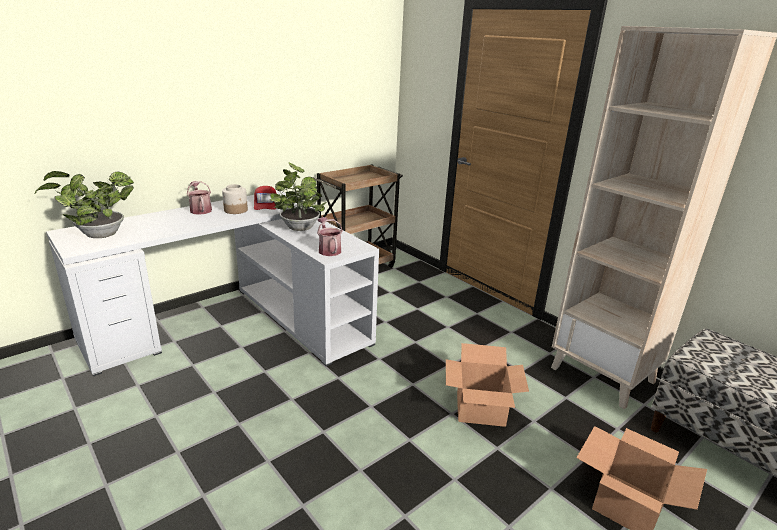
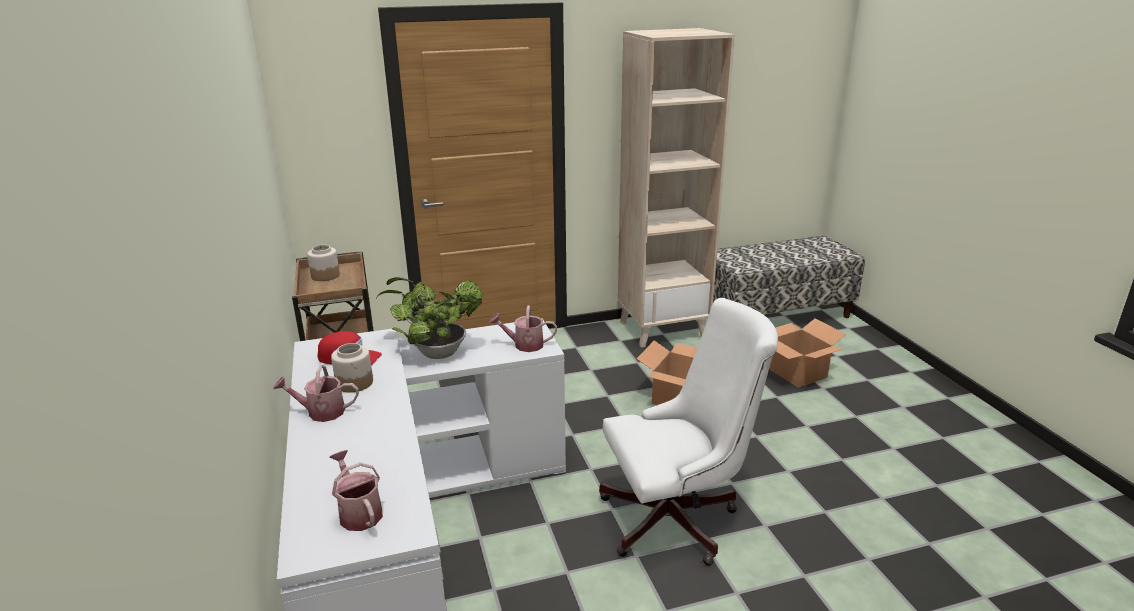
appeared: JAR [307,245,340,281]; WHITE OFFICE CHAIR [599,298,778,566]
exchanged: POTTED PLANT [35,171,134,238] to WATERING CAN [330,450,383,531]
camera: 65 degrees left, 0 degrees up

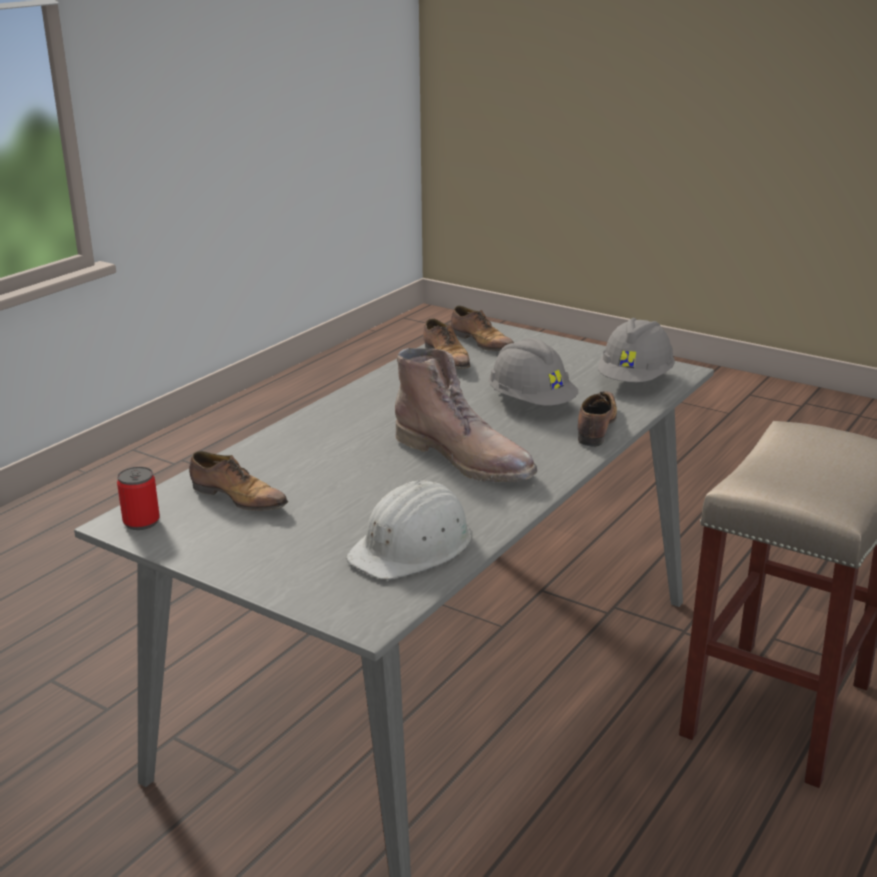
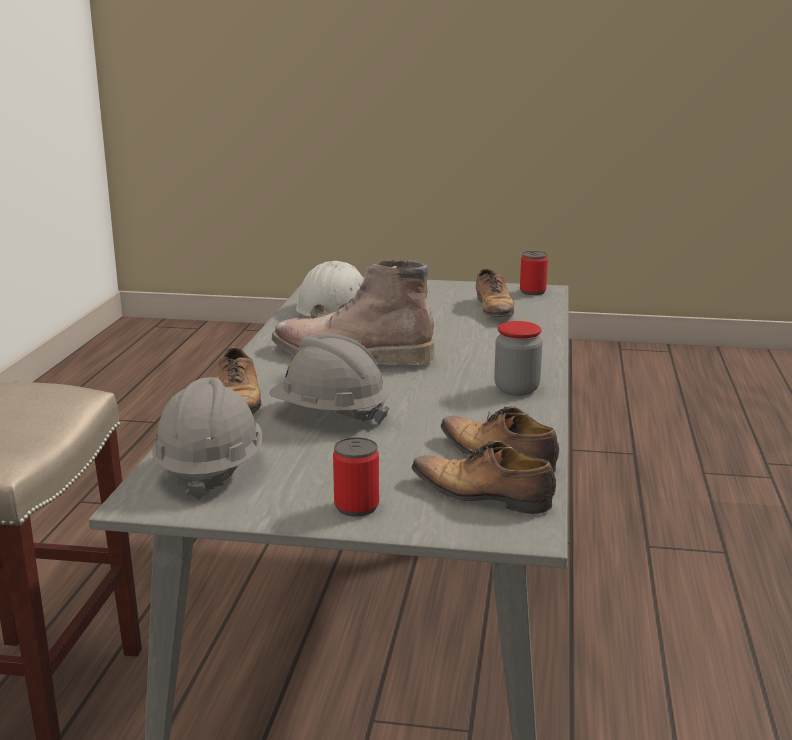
appeared: JAR [494,321,542,396]; CAN [333,437,379,517]
spun: SHOE [189,451,288,511] = [476,269,514,317] 105 degrees counterclockwise
camera: 155 degrees right, 5 degrees down

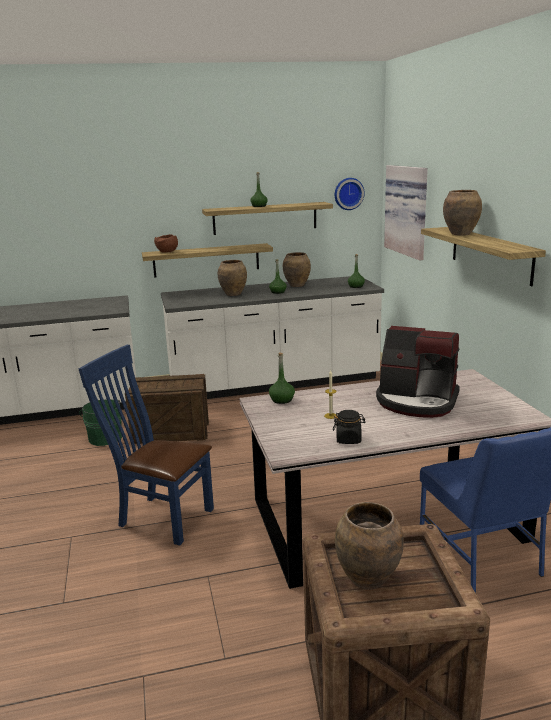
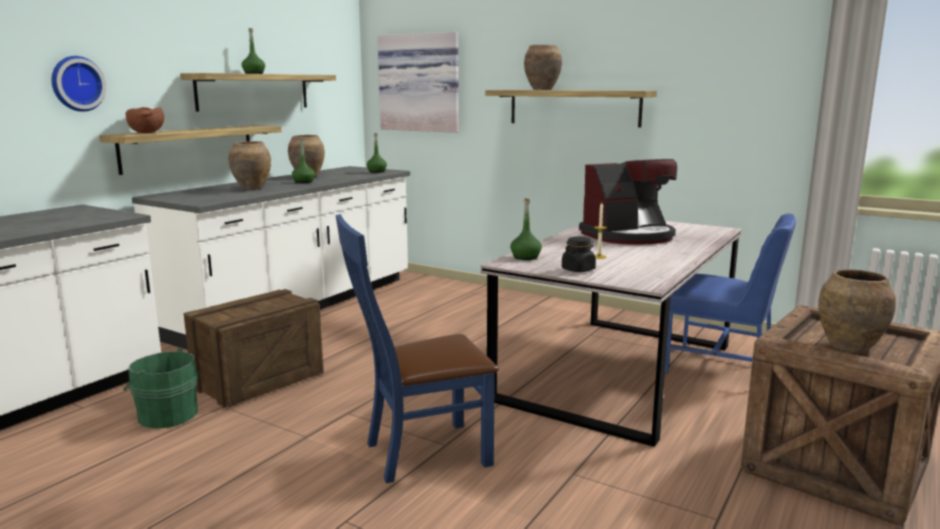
relocated: WALL CLOCK [335,178,365,210] to [51,56,106,112]; BLACK JAR [333,410,366,444] to [562,236,596,272]
camera: 45 degrees left, 5 degrees down

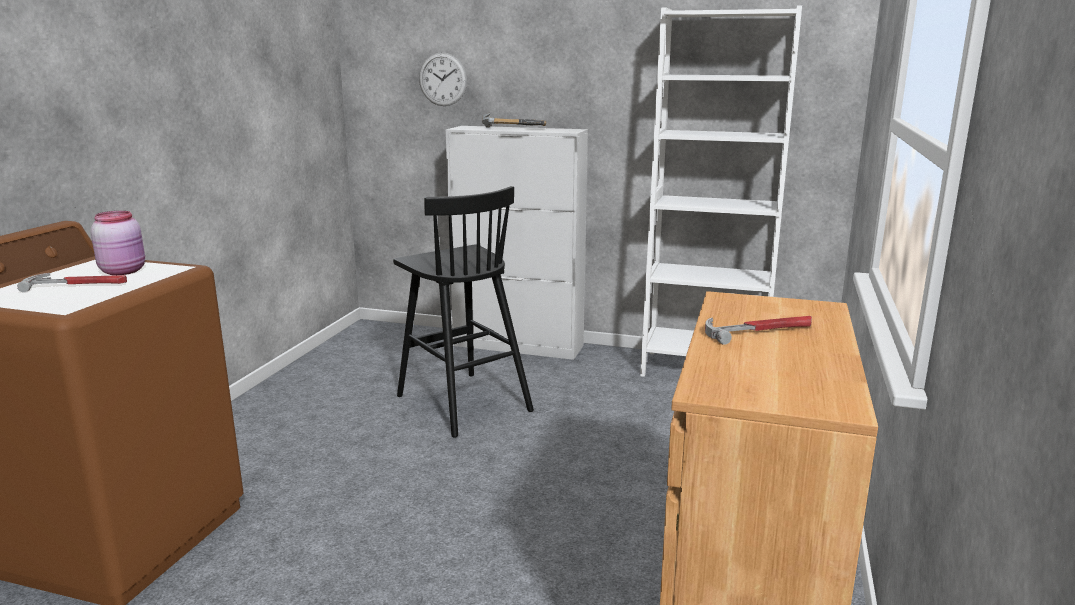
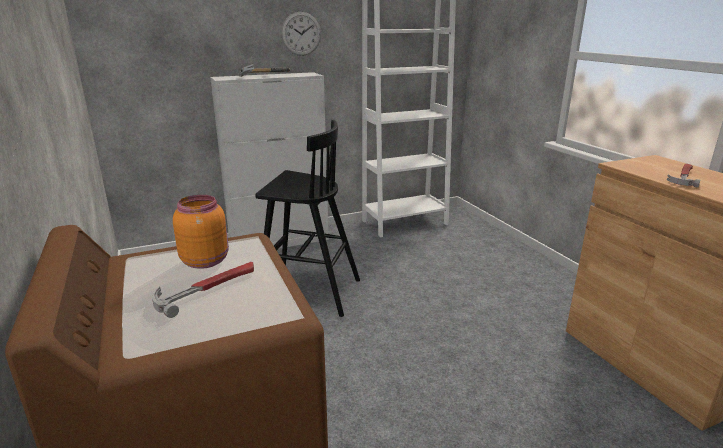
relocated: WALL CLOCK [419,52,467,106] to [281,12,321,56]
colour: PINK JAR [91,211,145,275] to ORANGE JAR [173,195,229,269]
camera: 40 degrees left, 5 degrees up

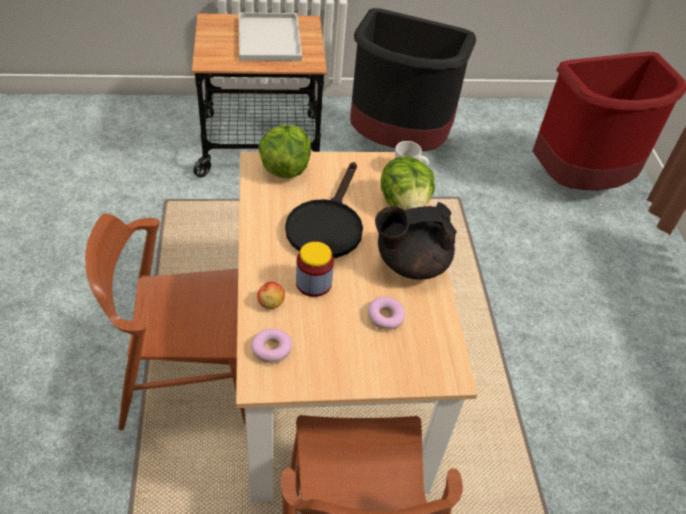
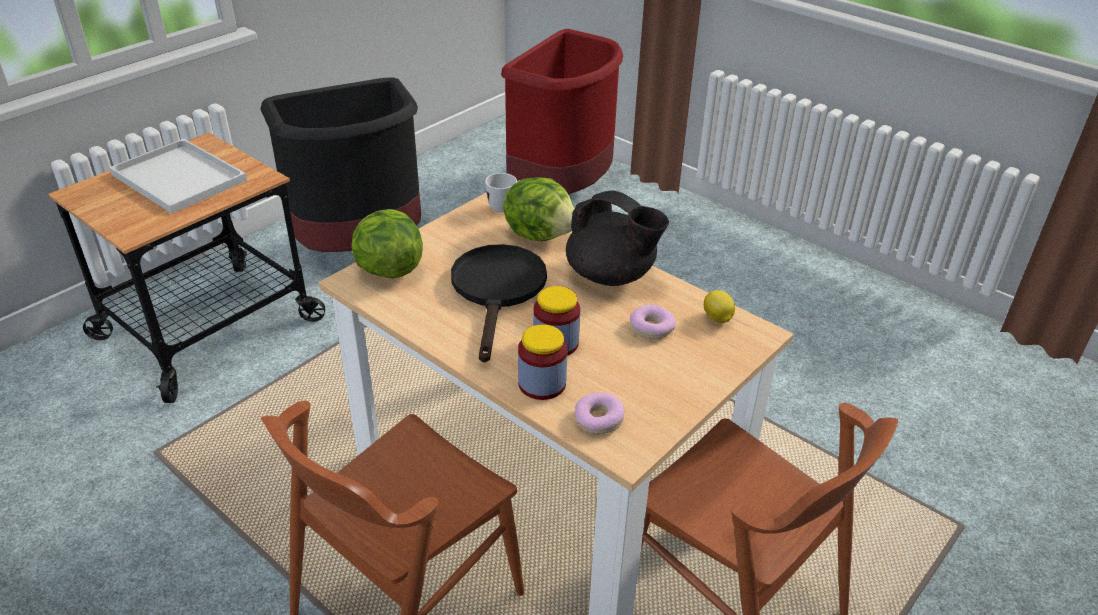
appeared: LEMON [704,290,735,323]
exchanged: APPLE [257,282,285,309] to JAR [518,324,567,400]
spun: BLACK FRYING PAN [285,162,363,258] = [451,244,547,363] 150 degrees counterclockwise; BLACK TEAPOT [375,202,457,280] = [566,191,669,286] 90 degrees counterclockwise
camera: 40 degrees left, 10 degrees down

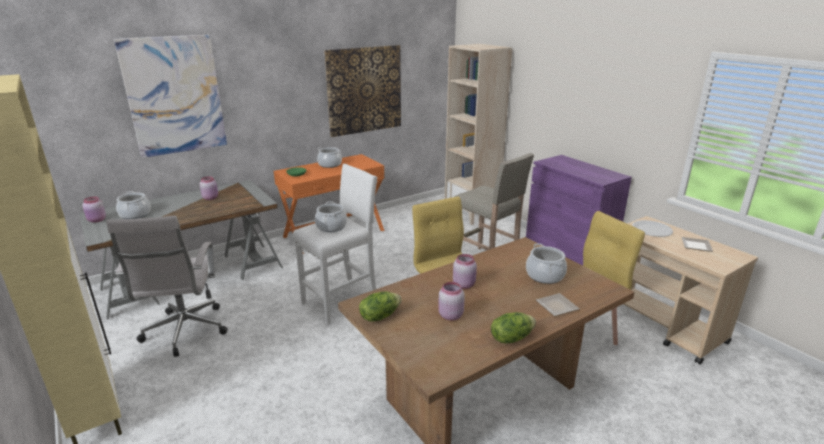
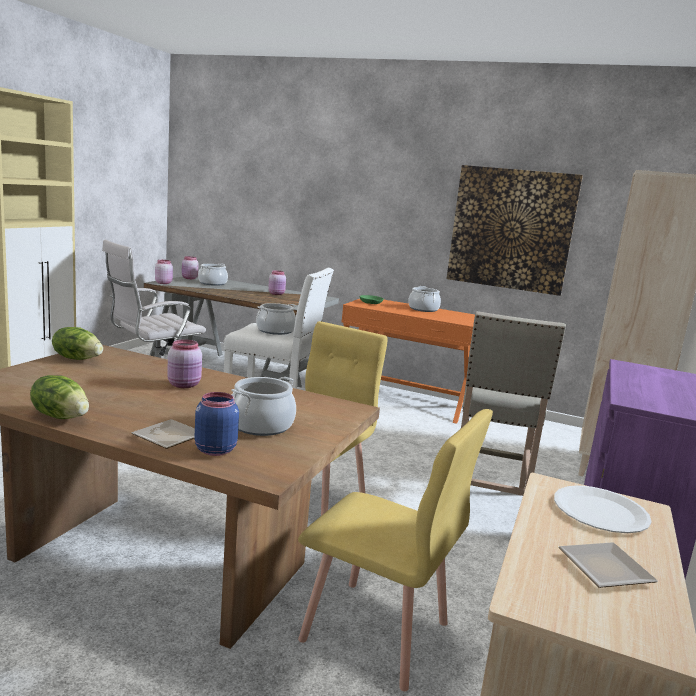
missing: PICTURE [114,35,227,158]
appeared: BLUE JAR [194,392,239,456]
relocated: PINK JAR [438,282,465,320] to [155,260,173,284]
camera: 55 degrees right, 10 degrees down

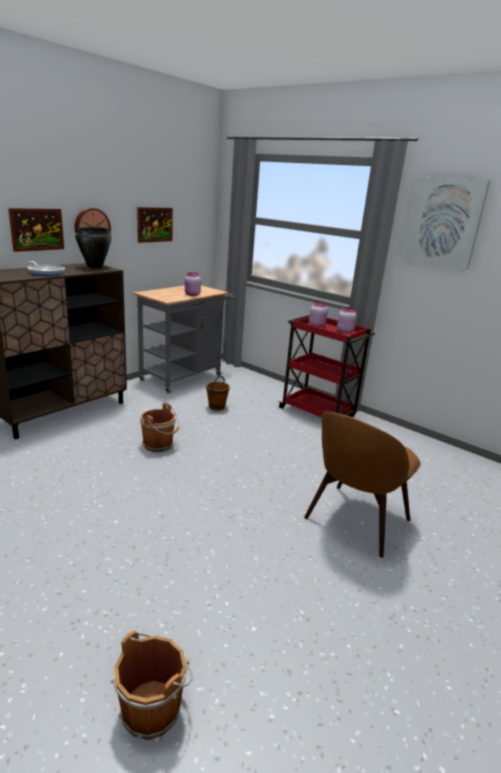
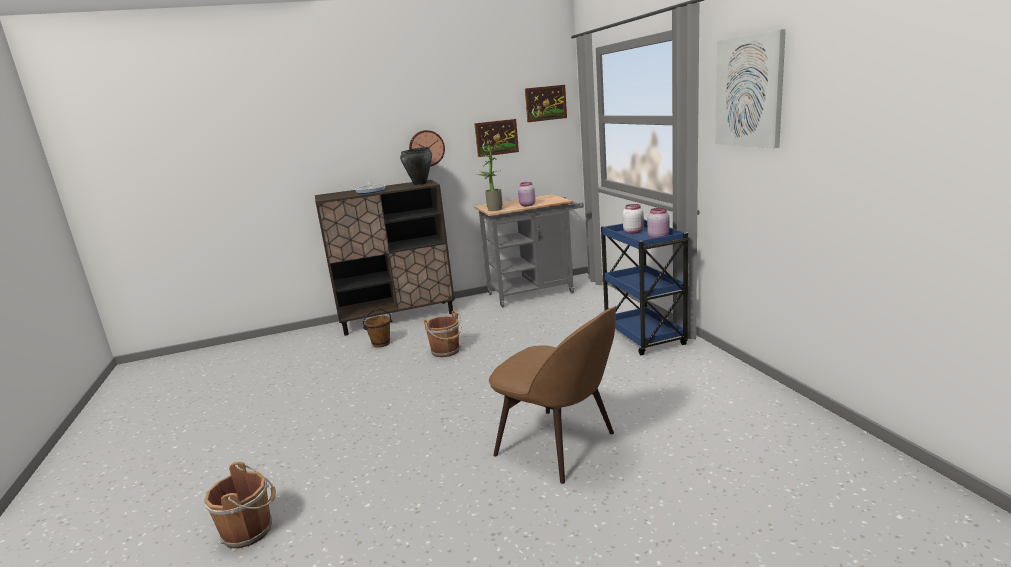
appeared: POTTED PLANT [478,141,503,211]
relocated: PICTURE [8,208,64,252] to [525,85,567,122]; BROWN BUCKET [206,376,230,411] to [363,309,392,348]
colour: PINK JAR [309,302,328,327] to WHITE JAR [623,204,644,234]; RED CART [278,315,375,417] to BLUE CART [601,219,690,355]
spun: BROWN CHAIR [304,411,421,558] = [489,306,617,484] 120 degrees counterclockwise
camera: 35 degrees right, 5 degrees down

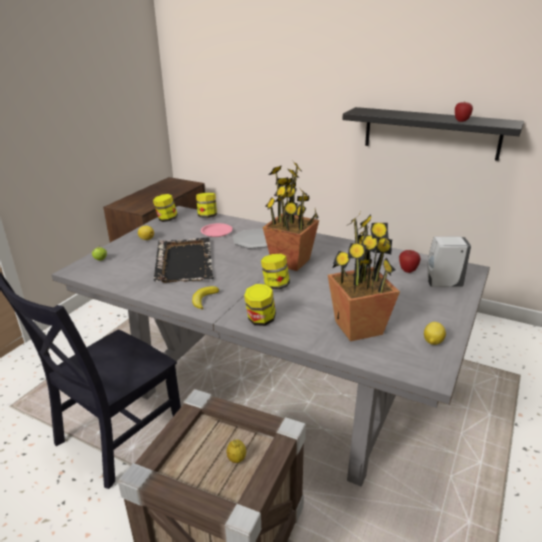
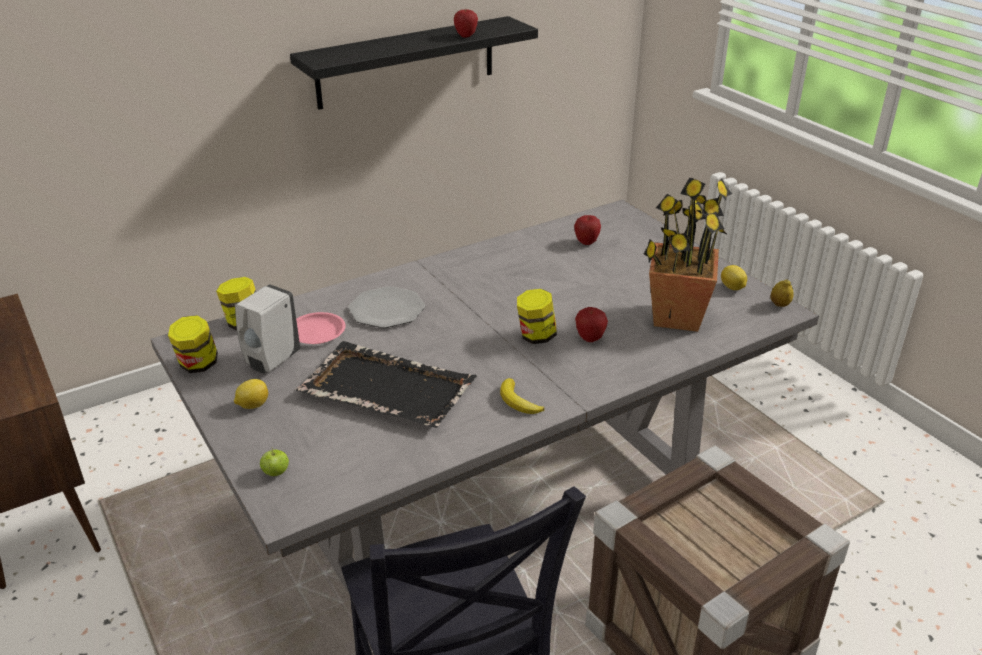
missing: POTTED PLANT [263,163,319,271]; JAR [244,284,276,326]
appeared: APPLE [575,307,608,342]
relocated: WHITE SOAP DISPENSER [428,237,471,287] to [235,284,300,374]; LEMON [227,439,246,463] to [770,280,794,307]
camera: 60 degrees left, 5 degrees up

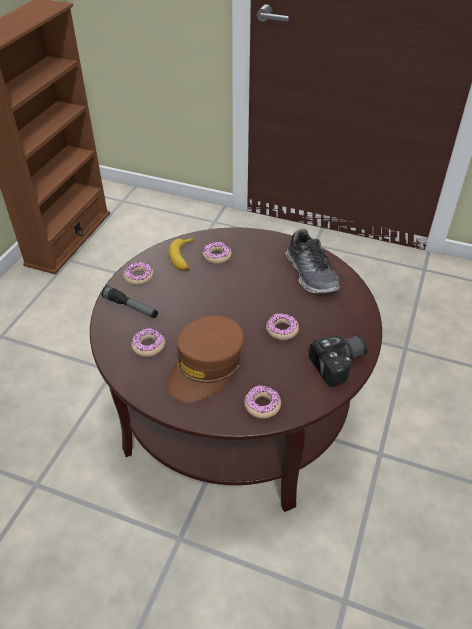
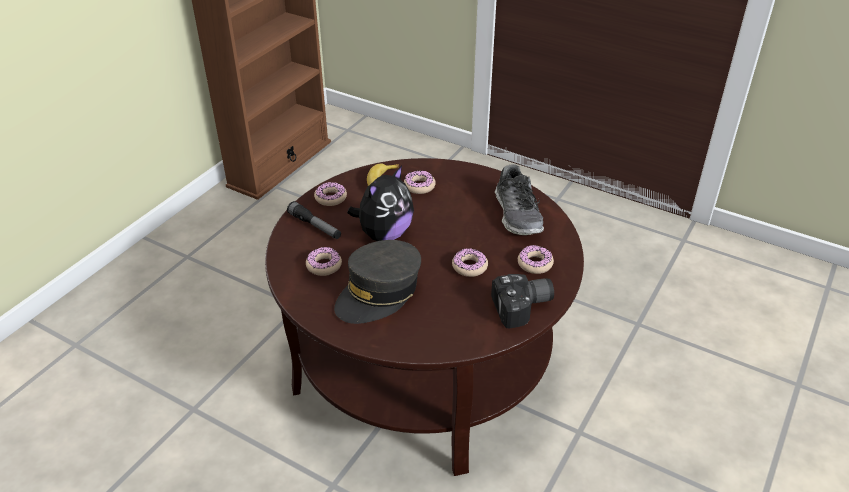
appeared: PLUSH TOY [347,165,414,241]
relocated: DONUT [244,385,281,419] to [518,245,554,274]
colour: BROWN CAP [169,316,244,402] to GREY CAP [334,240,421,324]
camera: 10 degrees right, 5 degrees down

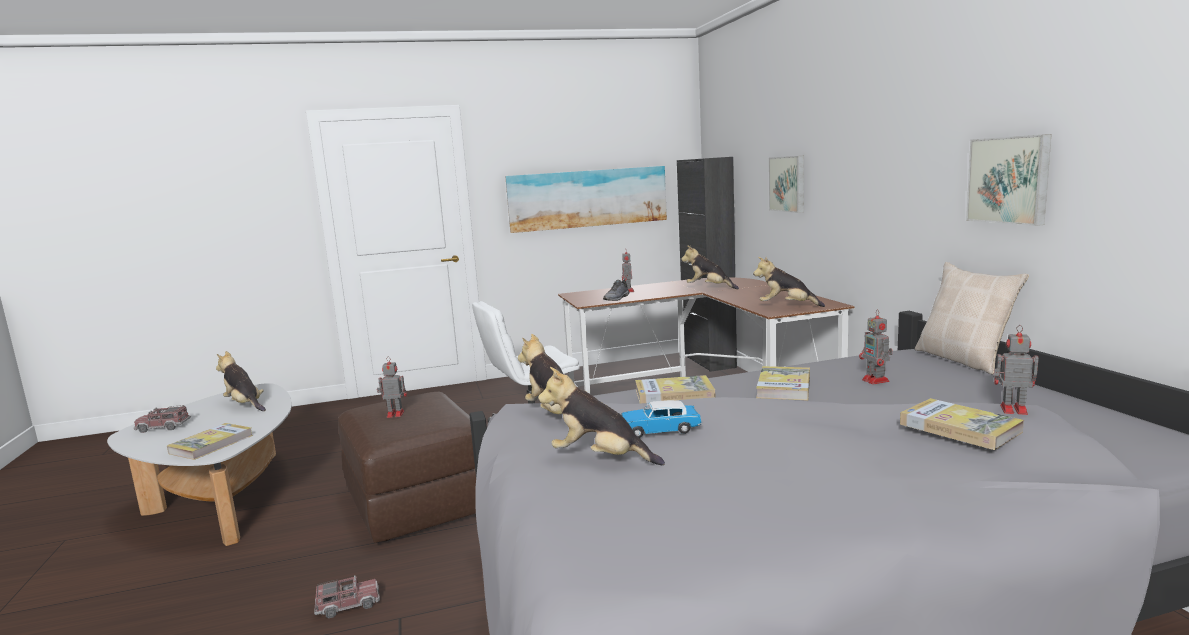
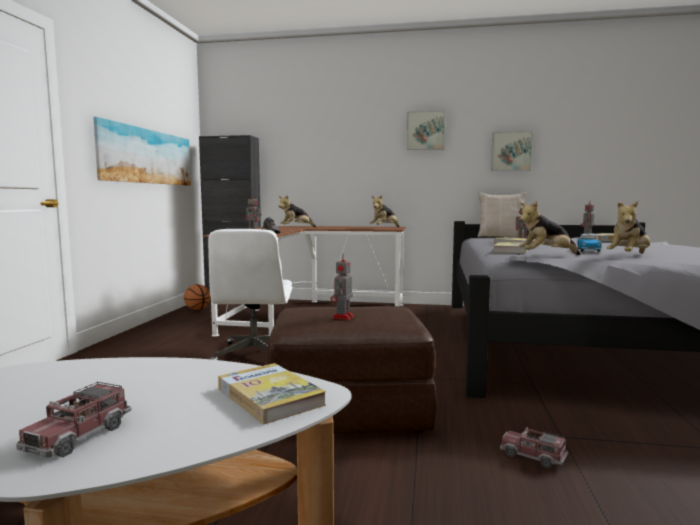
missing: PLUSH TOY [216,351,266,411]
appeared: BASKETBALL [184,284,211,310]
relocated: PICTURE [769,156,804,213] to [407,110,445,150]
spun: TOY TRUCK [314,575,380,618] = [500,427,568,468] 60 degrees counterclockwise
camera: 65 degrees left, 5 degrees down

